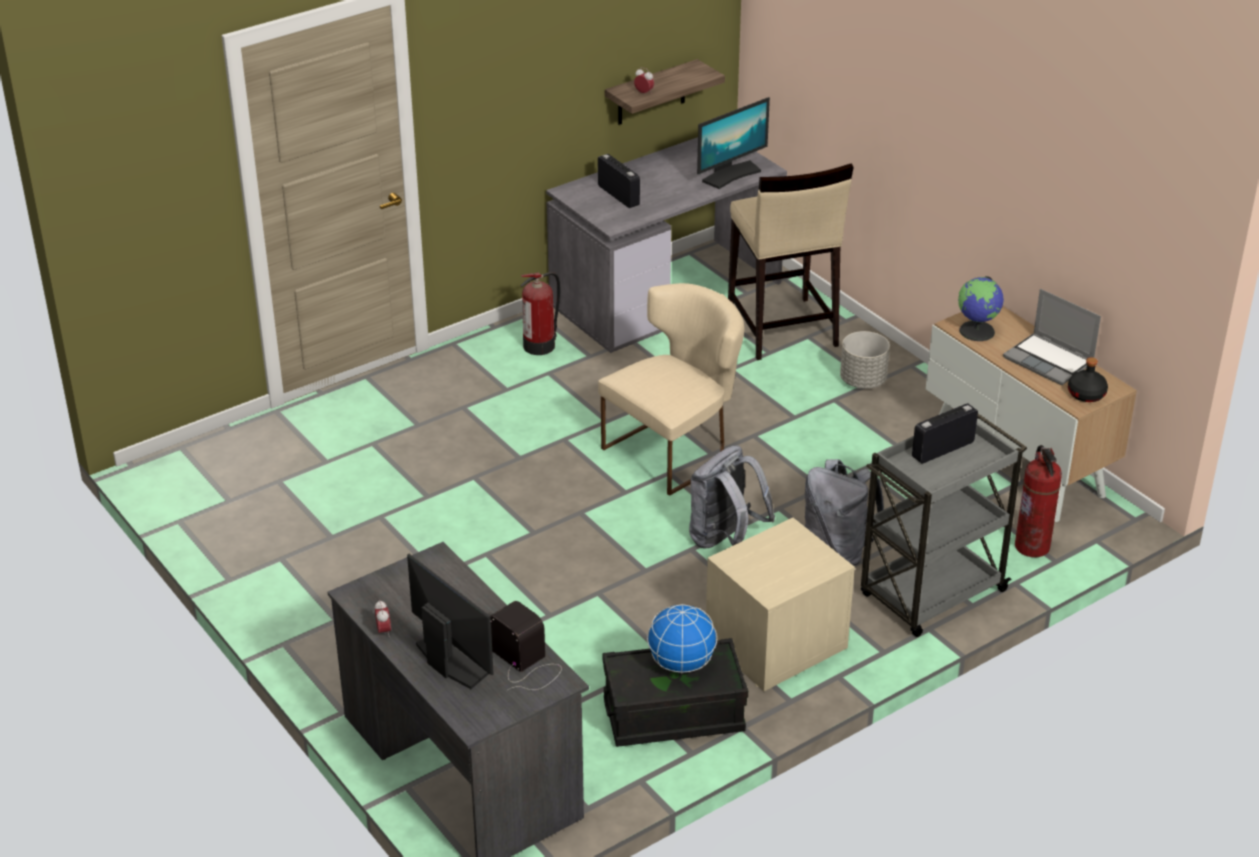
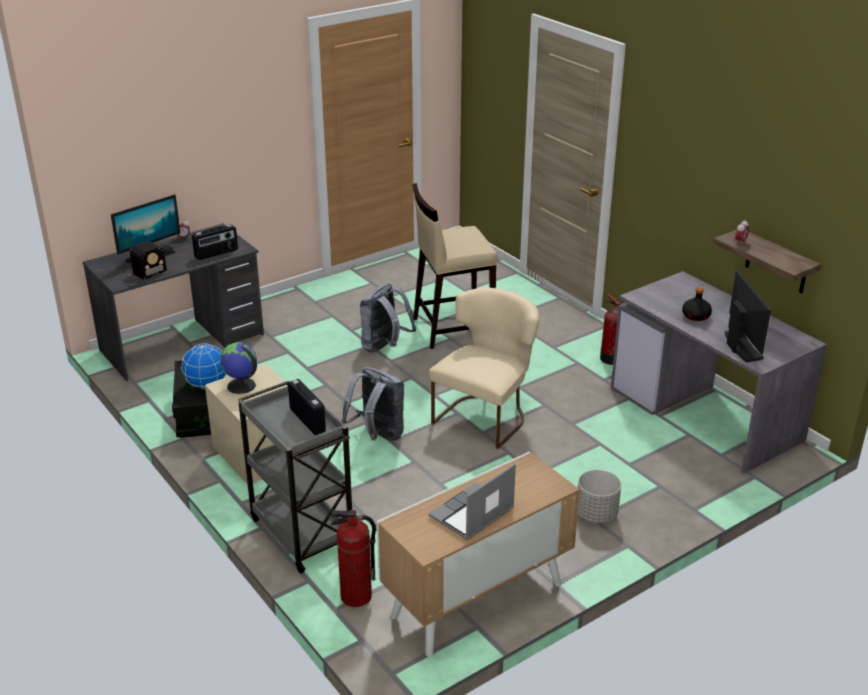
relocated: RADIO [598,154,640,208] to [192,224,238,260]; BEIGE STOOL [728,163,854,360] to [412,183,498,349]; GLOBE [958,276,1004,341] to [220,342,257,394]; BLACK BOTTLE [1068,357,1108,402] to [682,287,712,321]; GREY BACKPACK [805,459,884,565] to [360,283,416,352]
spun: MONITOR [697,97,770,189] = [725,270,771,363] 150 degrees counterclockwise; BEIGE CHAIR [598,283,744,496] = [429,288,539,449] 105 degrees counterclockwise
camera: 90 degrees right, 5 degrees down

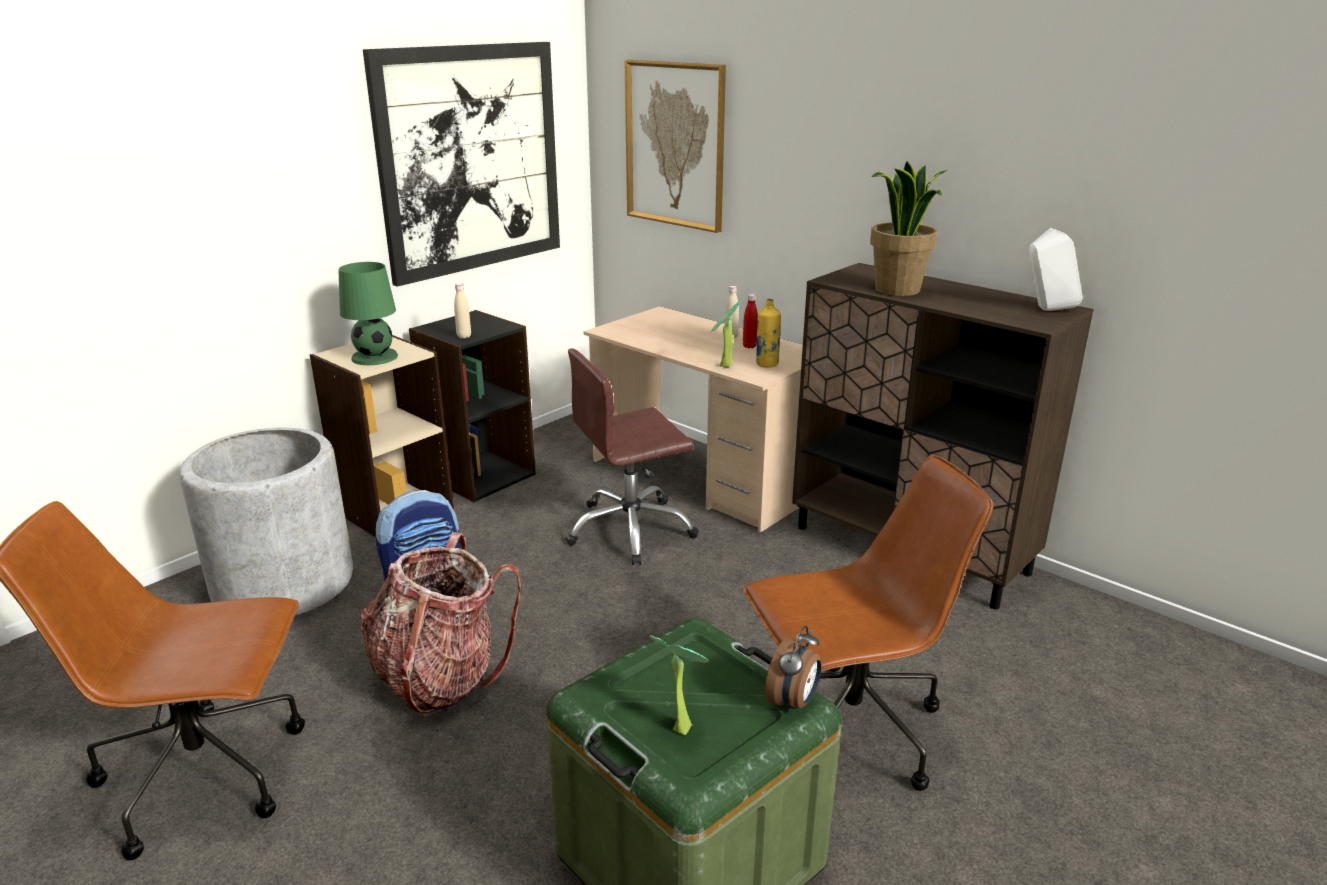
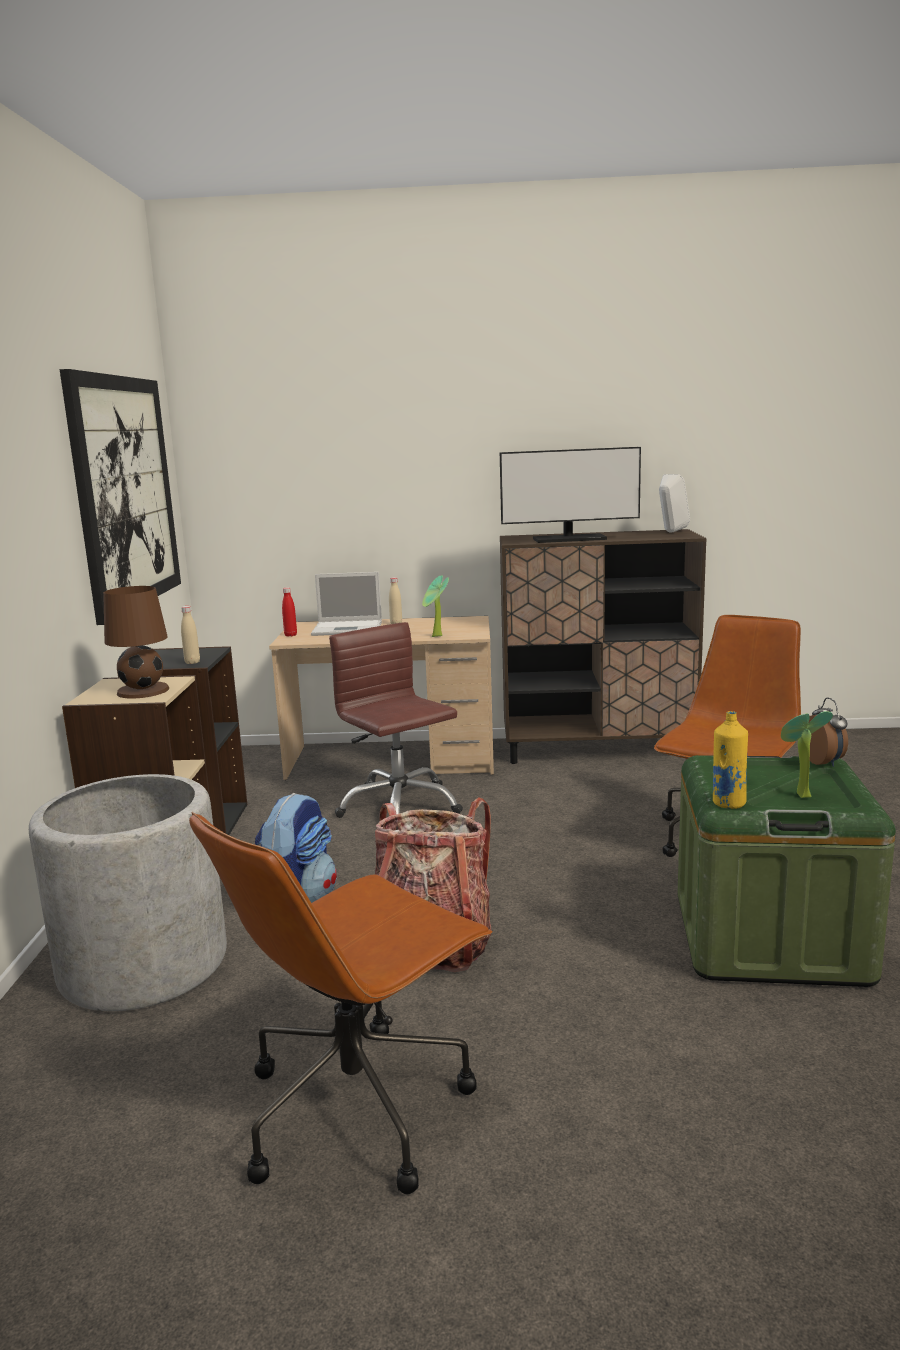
missing: PICTURE [624,60,726,233]
appeared: LAPTOP [311,572,382,636]
relocated: RED BOTTLE [743,294,758,348] to [282,587,297,637]; YELLOW BOTTLE [756,299,781,368] to [713,711,748,809]
exchanged: POTTED PLANT [870,161,947,296] to MONITOR [500,447,641,543]
colour: GREEN TABLE LAMP [338,262,398,365] to BROWN TABLE LAMP [103,586,169,699]
spun: BROWN OFFICE CHAIR [565,348,699,565] = [329,622,463,818] 120 degrees clockwise
camera: 40 degrees left, 10 degrees down

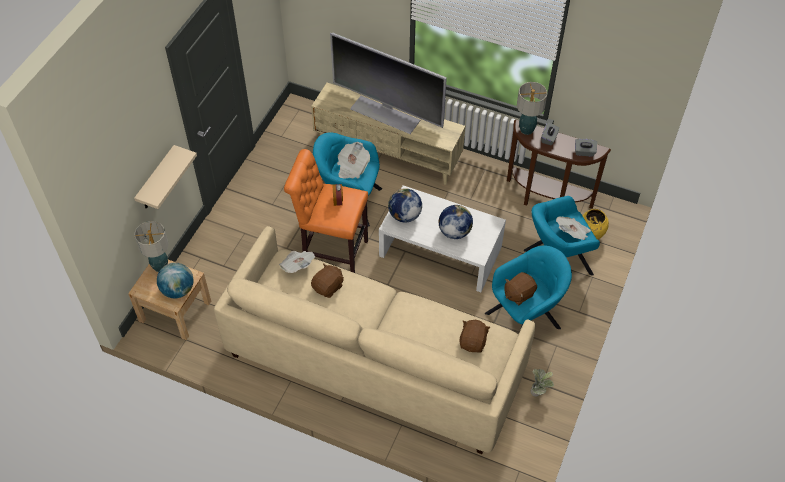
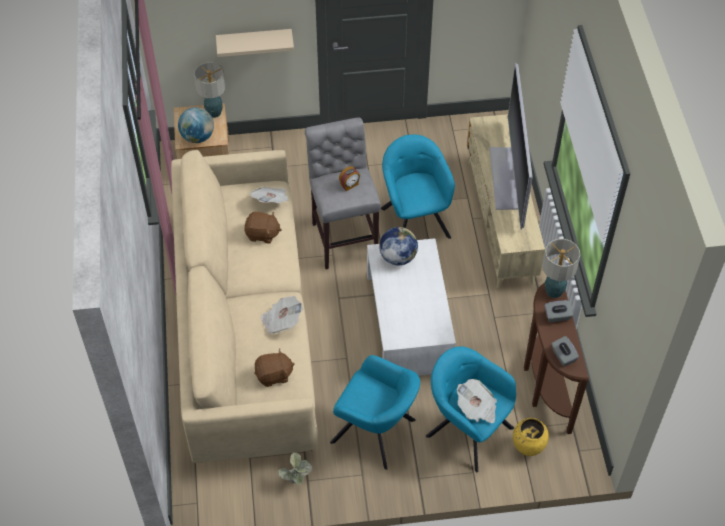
missing: GLOBE [439,205,473,239]; BROWN PLUSH TOY [505,272,537,305]
relocated: NEWSPAPER [337,142,370,179] to [260,296,303,335]
colour: ORANGE STOOL [284,149,368,273] to GREY STOOL [305,117,381,269]
camera: 60 degrees right, 0 degrees up

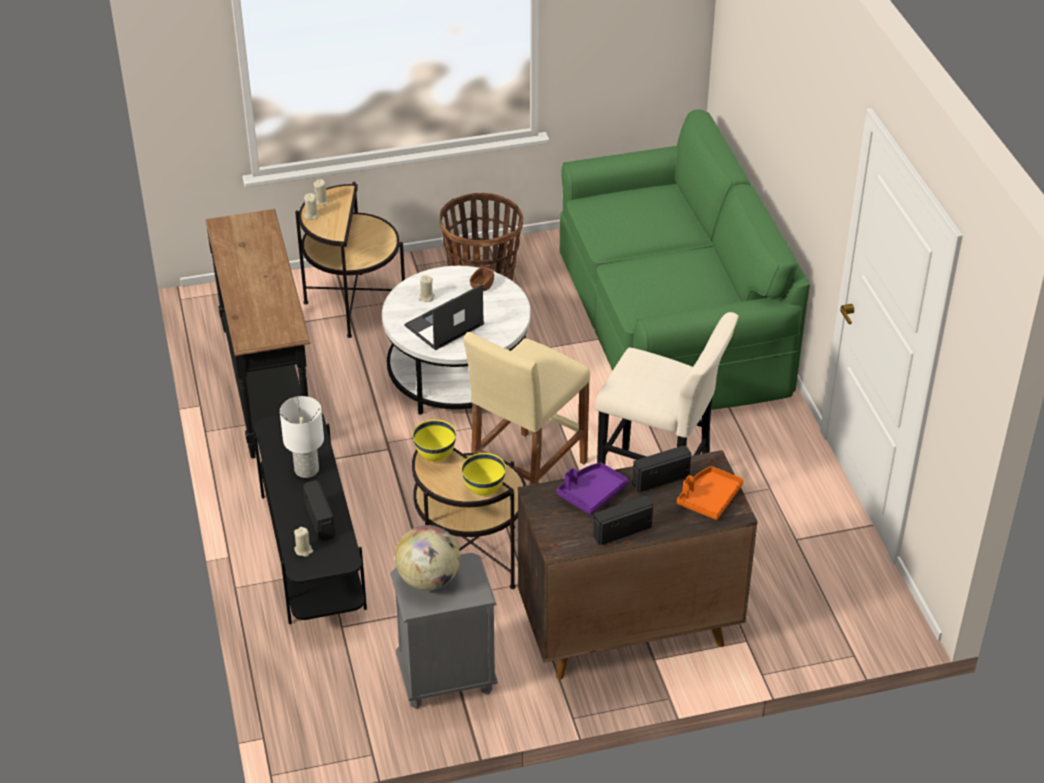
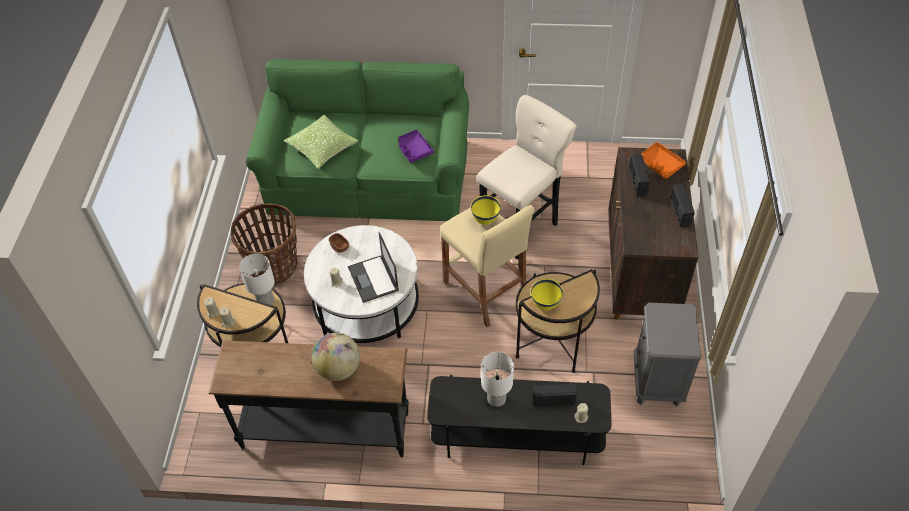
appeared: PILLOW [284,115,358,169]; WHITE TABLE LAMP [239,254,275,305]
relocated: YELLOW BOWL [462,453,506,496] to [471,195,501,225]; PURPLE TRAY [556,462,628,515] to [398,129,434,163]; GLOBE [395,525,460,591] to [312,333,360,381]
camera: 70 degrees left, 10 degrees up

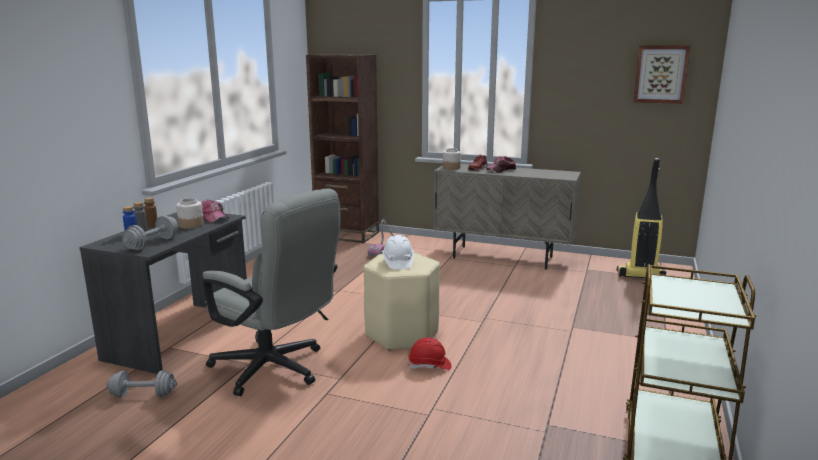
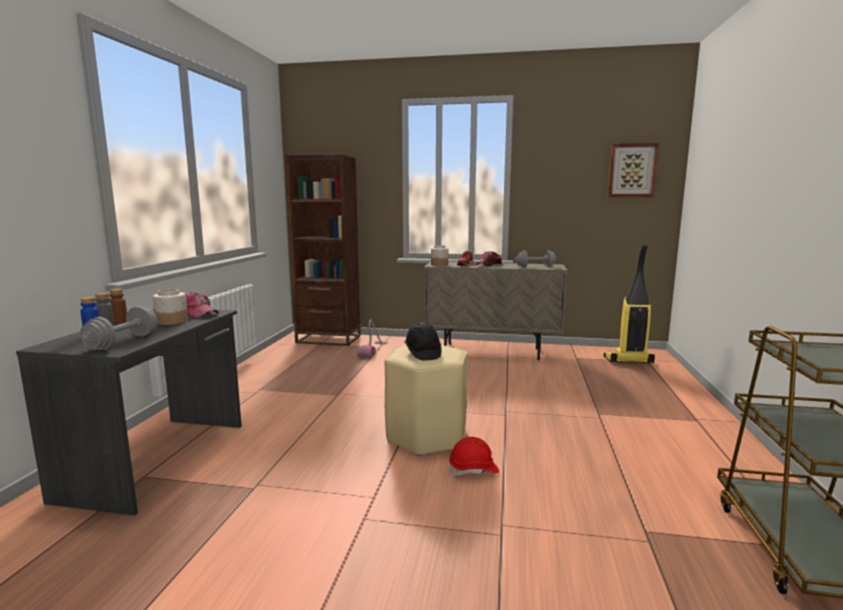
missing: GREY OFFICE CHAIR [203,189,340,396]
relocated: GREY DUMBBELL [106,370,177,398] to [514,250,557,267]
colour: WHITE HARD HAT [382,235,414,269] to BLACK HARD HAT [404,322,442,361]
camera: 10 degrees left, 5 degrees down

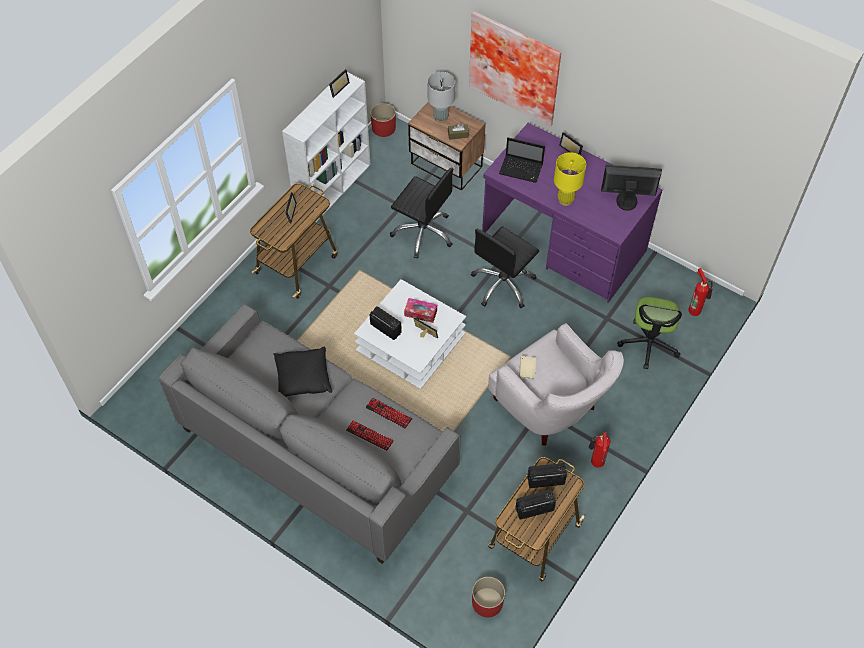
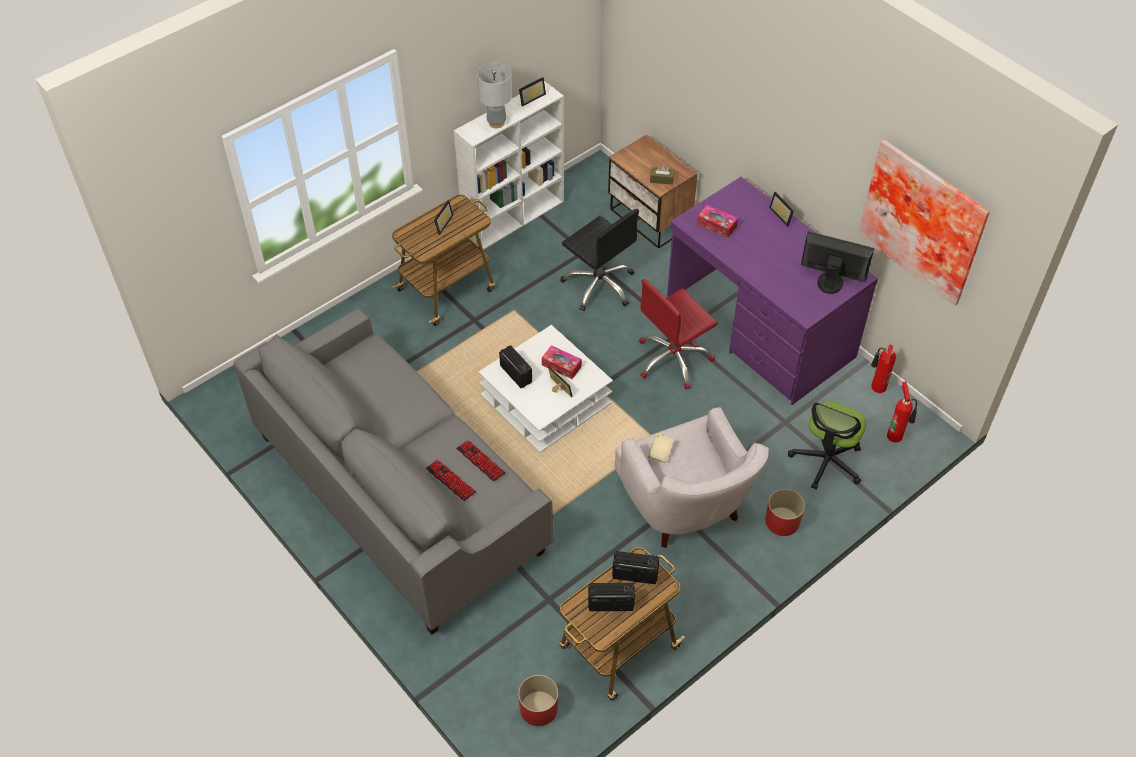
missing: YELLOW TABLE LAMP [554,152,586,206]; BLACK PILLOW [273,346,332,397]
relocated: PICTURE [469,11,561,127] to [858,140,990,306]; GREY TABLE LAMP [428,72,455,123] to [477,62,512,128]; RED PLANTER [370,103,396,137] to [765,489,805,536]; FIRE EXTINGUISHER [589,432,610,468] to [871,345,896,393]
exchanged: LAPTOP [499,138,545,183] to TISSUE BOX [697,205,738,238]
colour: BLACK OFFICE CHAIR [471,226,539,308] to RED OFFICE CHAIR [639,279,718,389]
camera: 15 degrees right, 5 degrees down

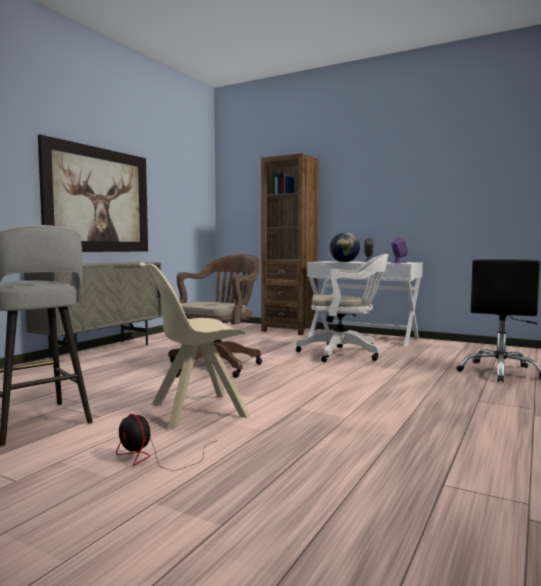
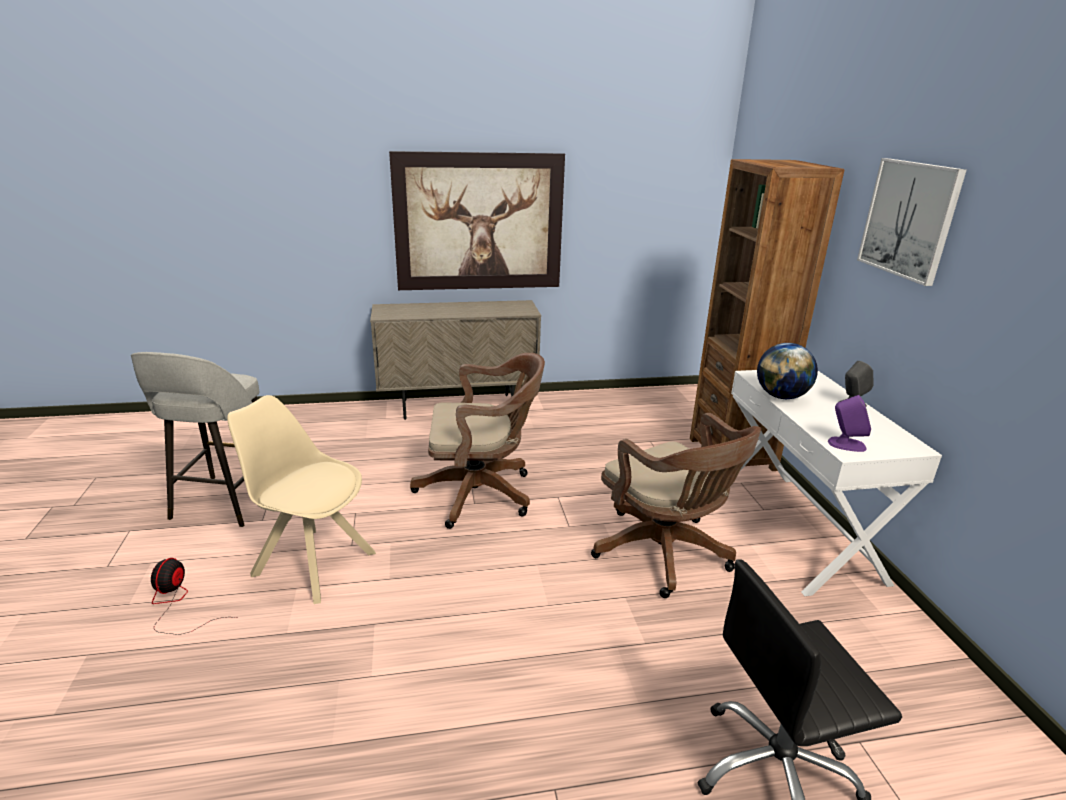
appeared: PICTURE [857,158,967,286]
colour: WHITE OFFICE CHAIR [296,254,388,362] to BROWN OFFICE CHAIR [591,413,761,598]
camera: 50 degrees right, 20 degrees up

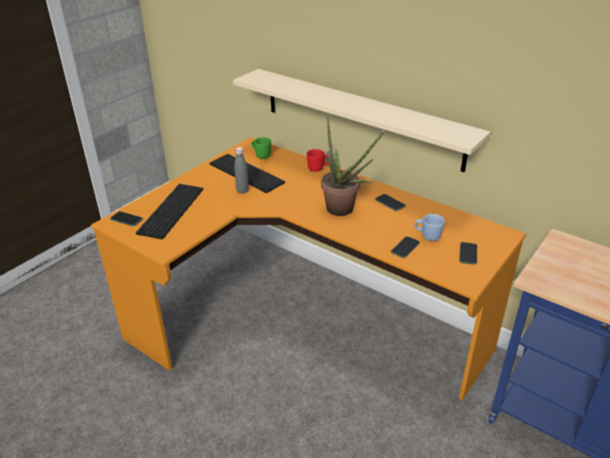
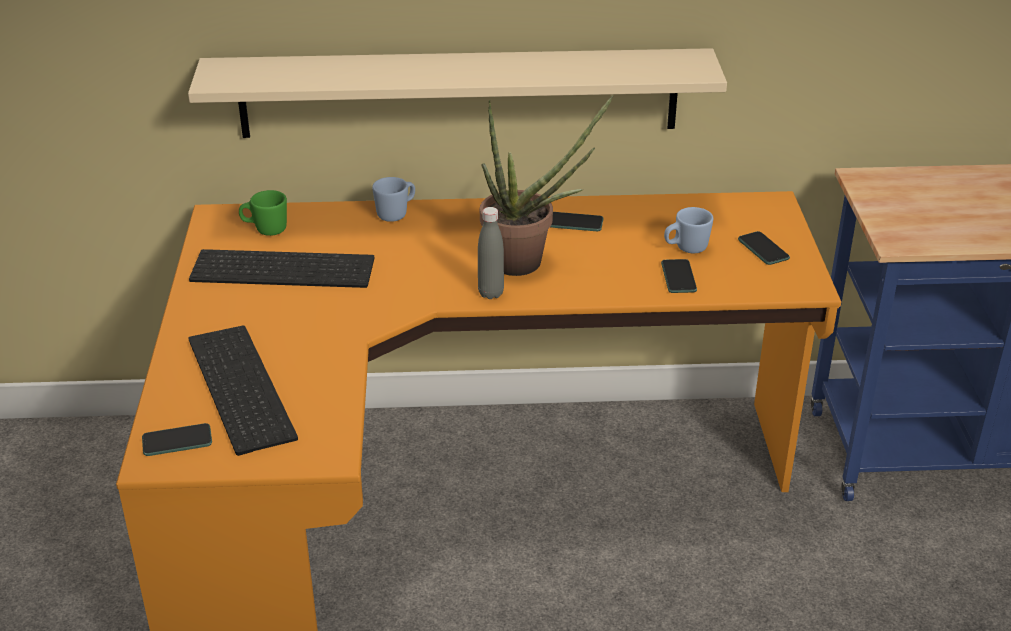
relocated: GREY BOTTLE [234,147,249,194] to [478,207,504,299]
colour: RED MUG [307,149,329,172] to BLUE MUG [372,177,415,222]
camera: 40 degrees left, 0 degrees up

